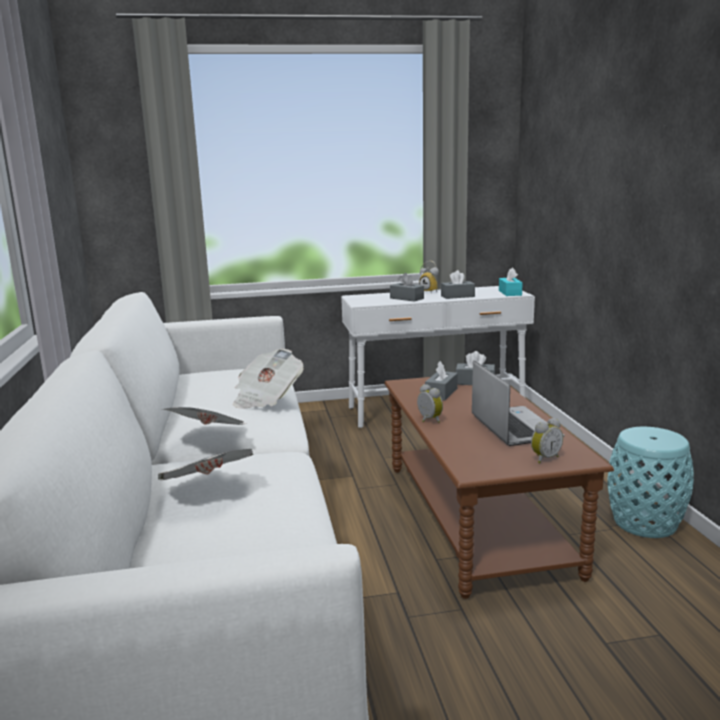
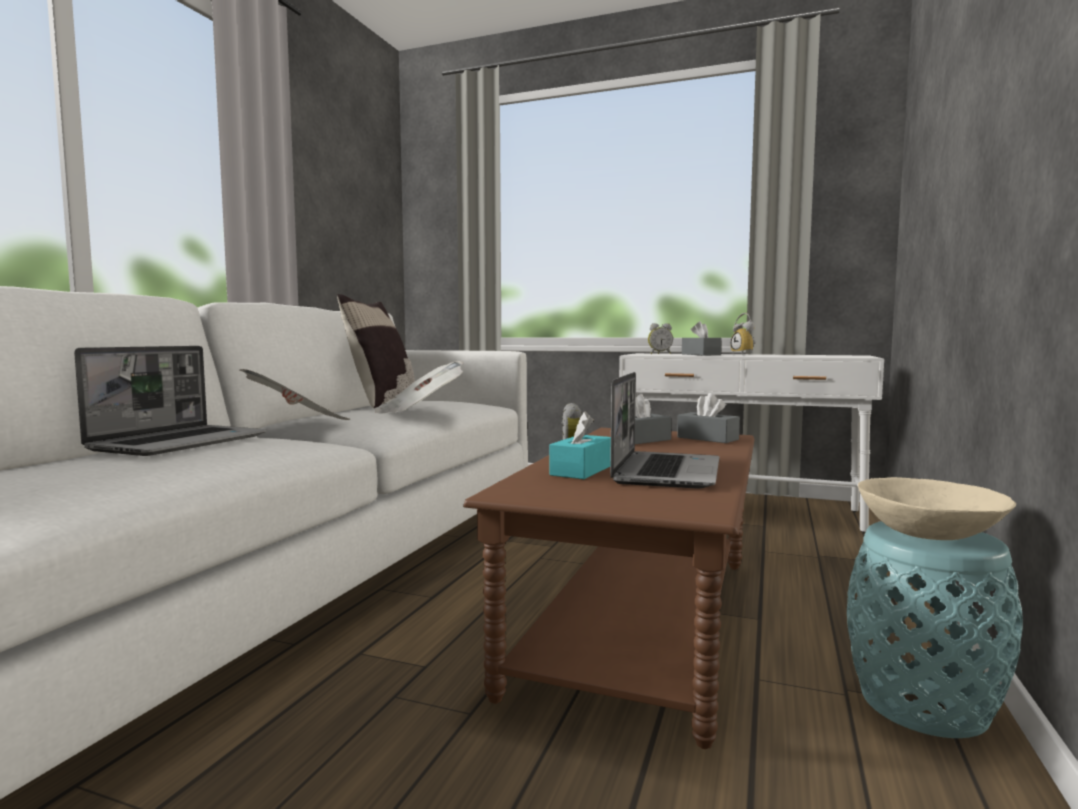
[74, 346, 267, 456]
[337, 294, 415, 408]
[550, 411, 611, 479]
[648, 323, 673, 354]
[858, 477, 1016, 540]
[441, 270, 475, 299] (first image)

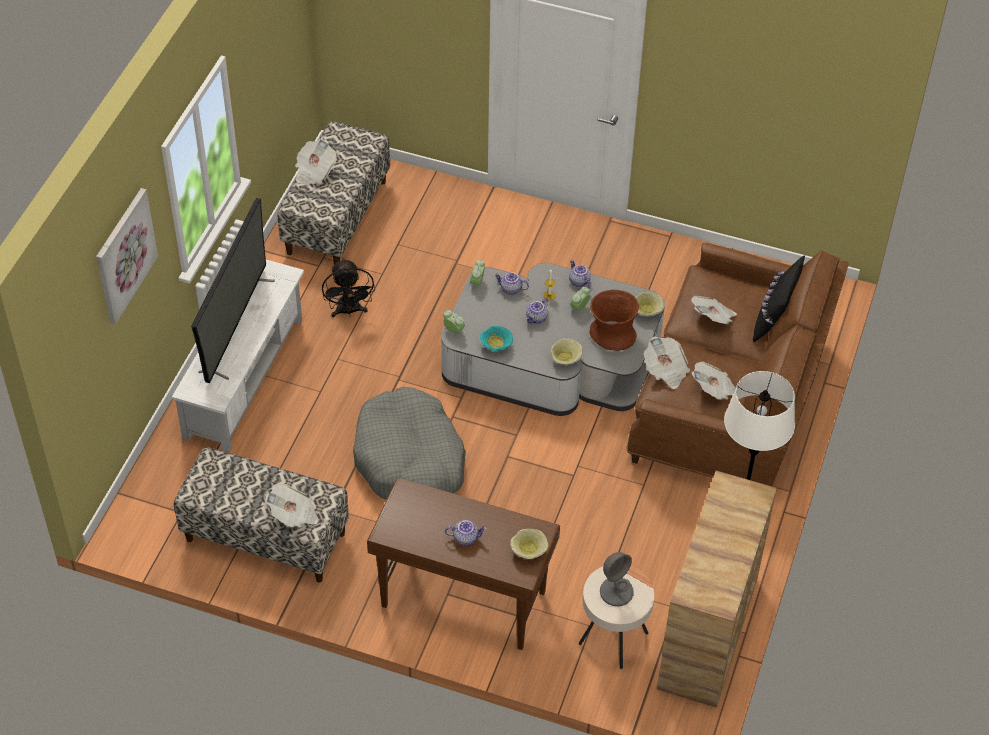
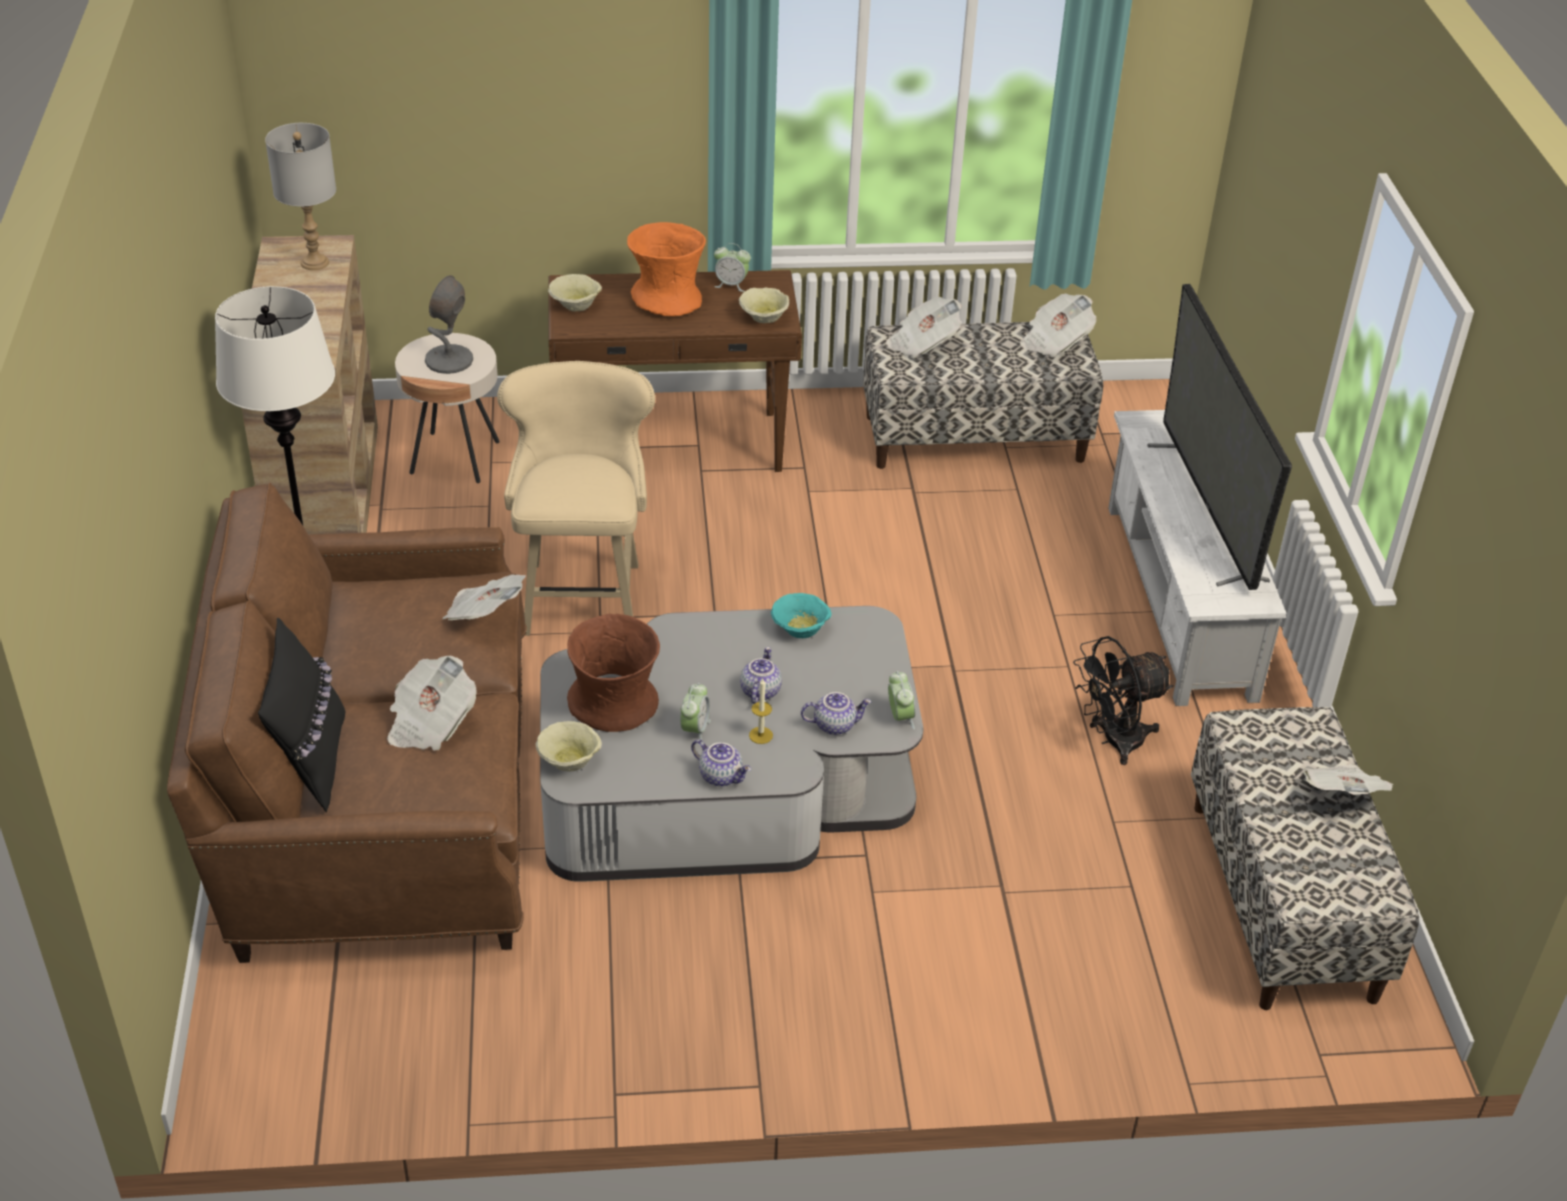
[265, 123, 336, 270]
[497, 361, 655, 636]
[627, 222, 706, 316]
[714, 243, 751, 292]
[739, 288, 789, 323]
[1020, 294, 1096, 357]
[1073, 636, 1173, 765]
[96, 188, 158, 324] (first image)
[353, 387, 466, 500] (first image)

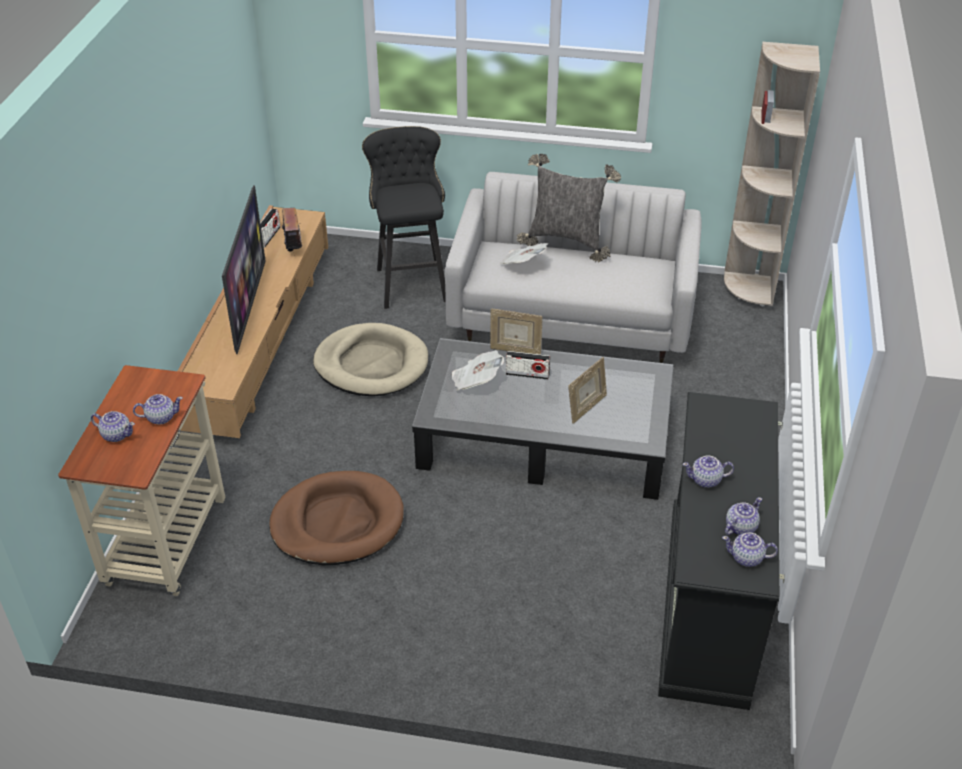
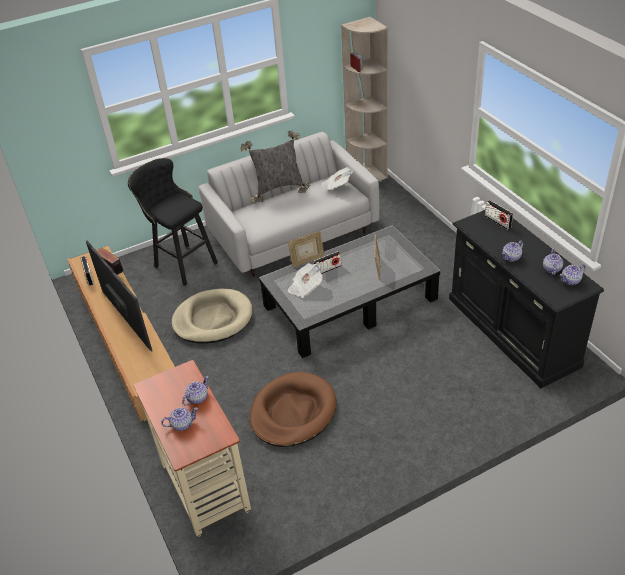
[322, 167, 353, 192]
[485, 200, 513, 230]

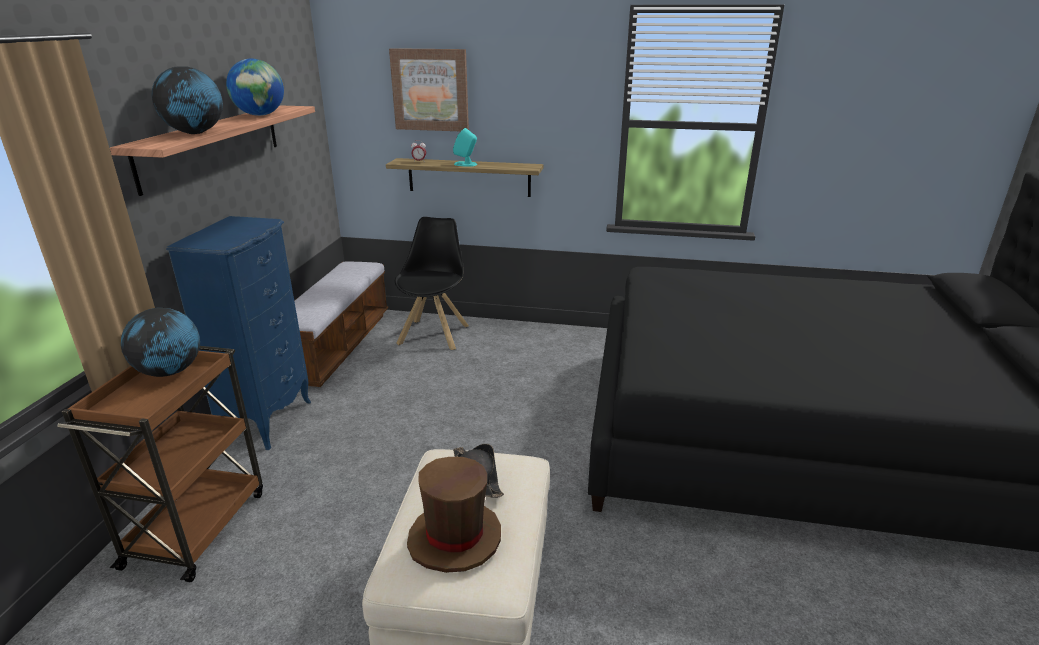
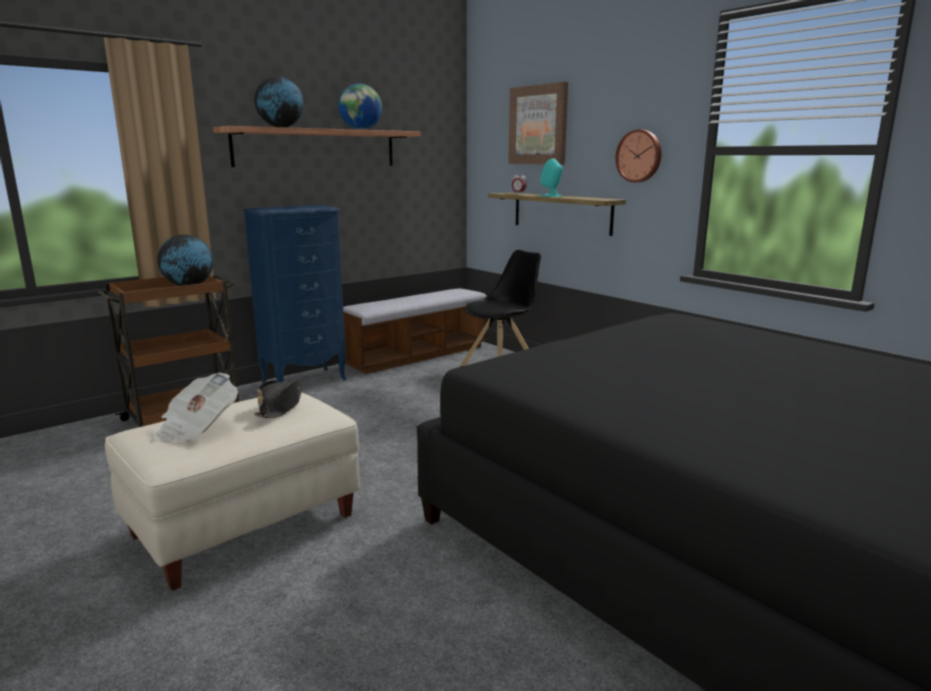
[153, 373, 238, 442]
[615, 129, 662, 182]

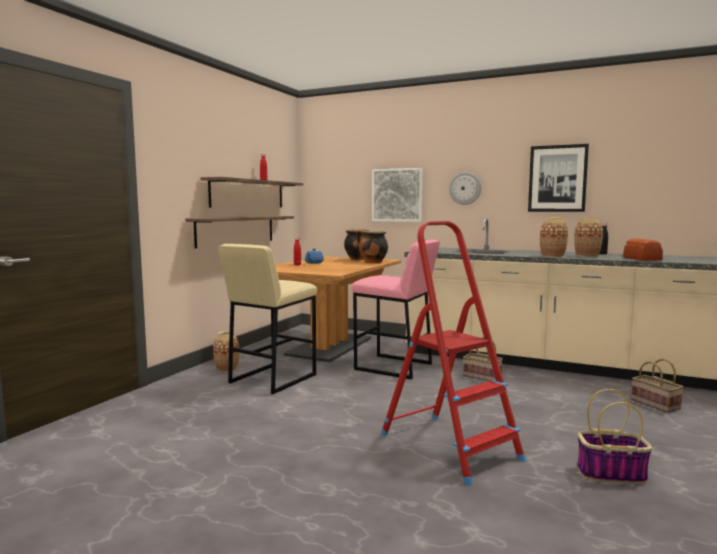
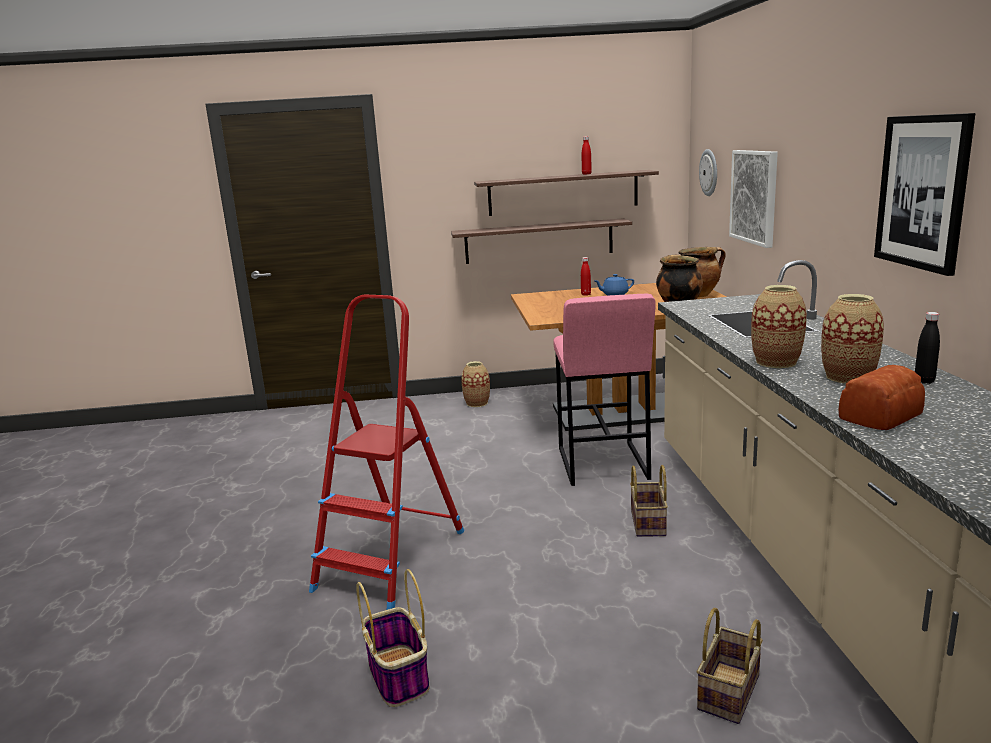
[699, 149, 717, 196]
[218, 244, 317, 394] (first image)

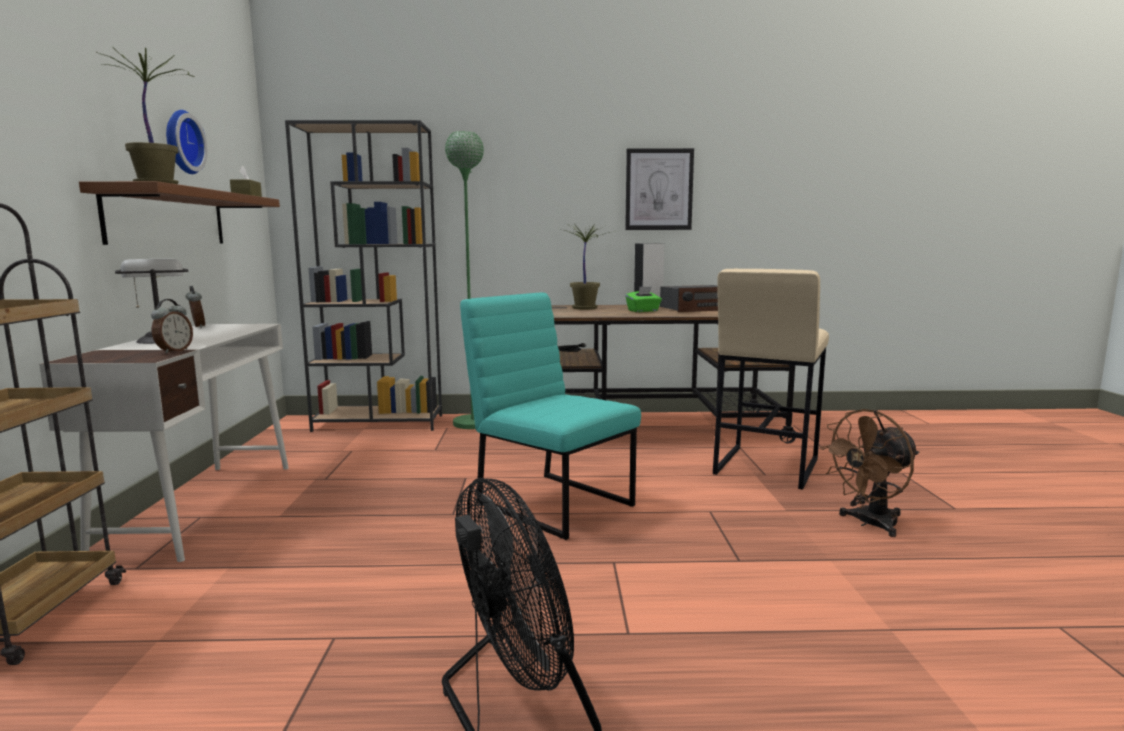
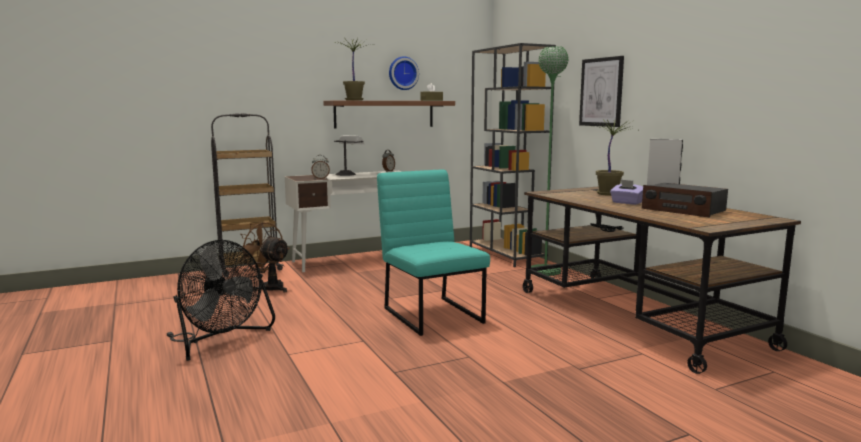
[240, 222, 290, 292]
[377, 170, 490, 336]
[579, 56, 624, 127]
[610, 179, 643, 205]
[713, 269, 829, 490] (first image)

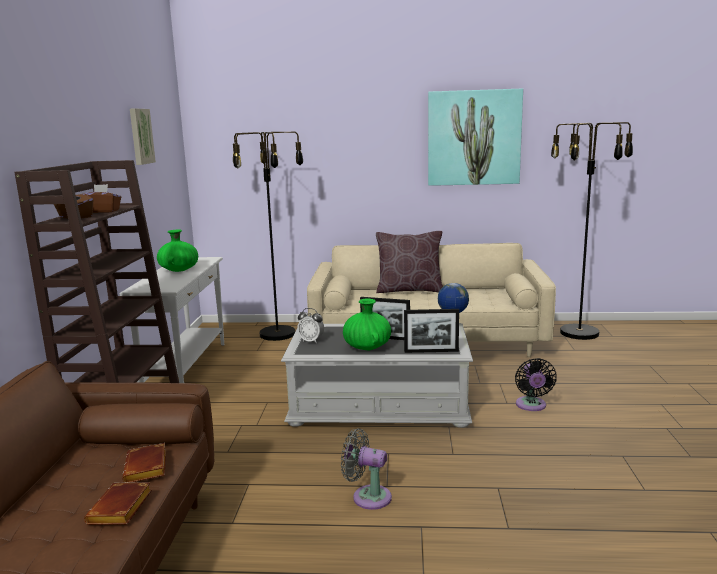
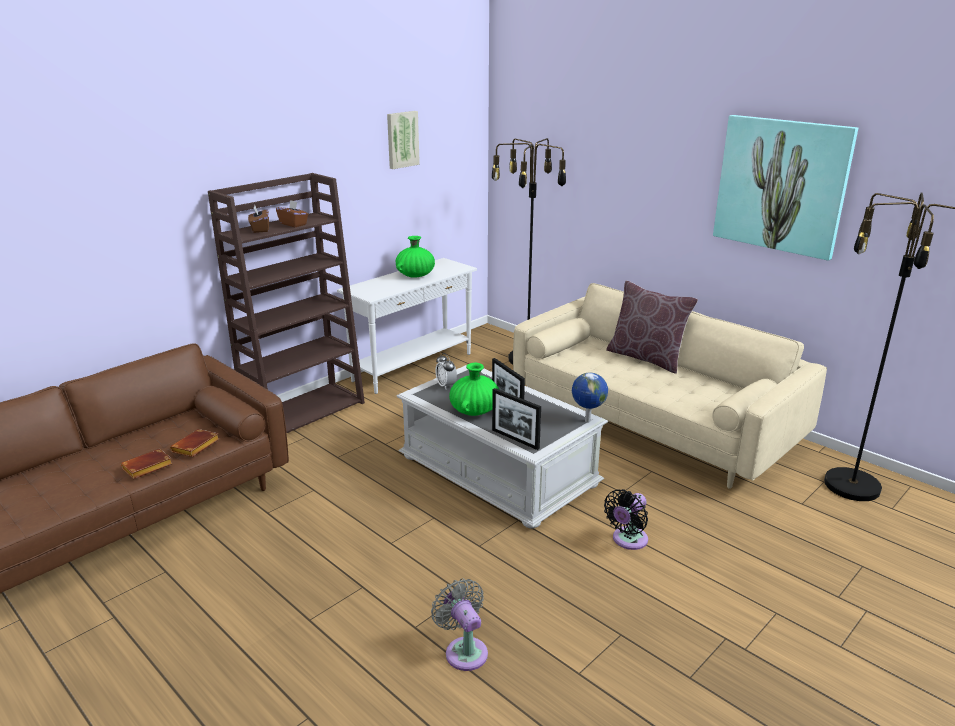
[431, 578, 488, 671]

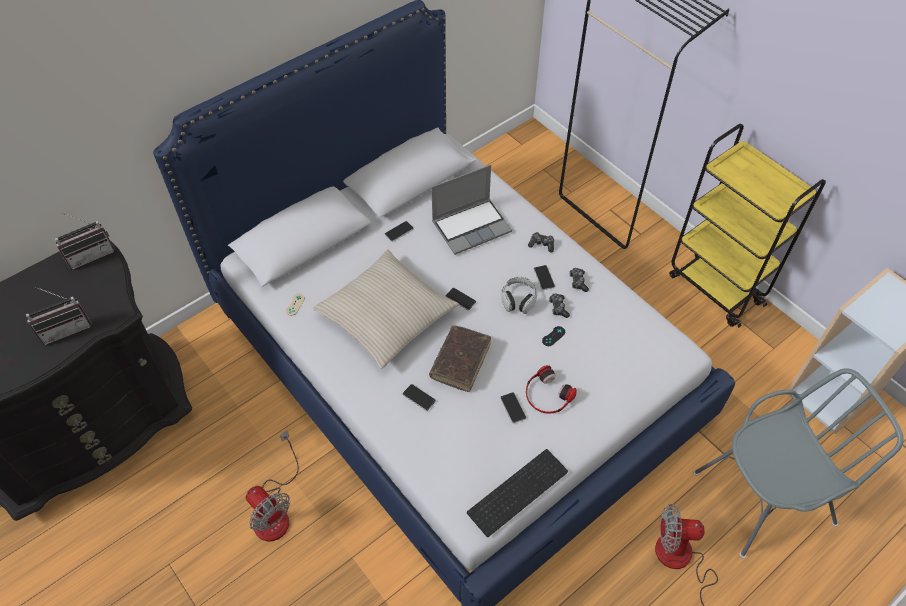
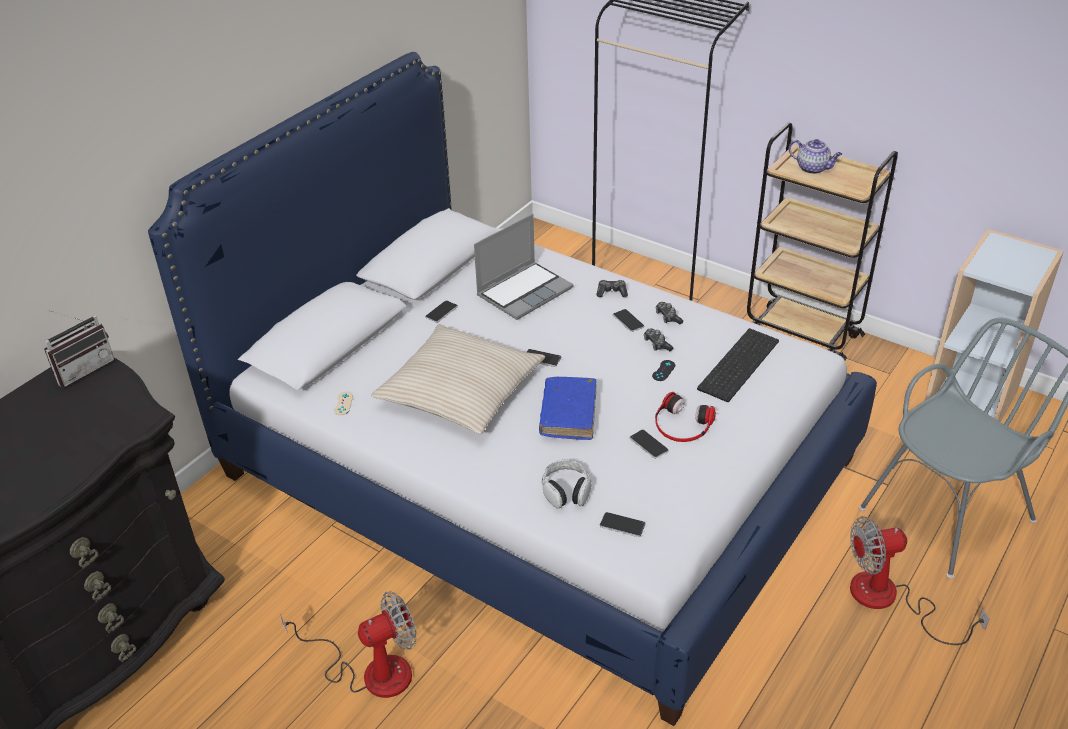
[280, 591, 417, 698]
[539, 377, 597, 440]
[541, 460, 591, 509]
[600, 512, 646, 537]
[697, 328, 779, 402]
[747, 123, 898, 361]
[789, 139, 842, 174]
[26, 287, 92, 345] (first image)

